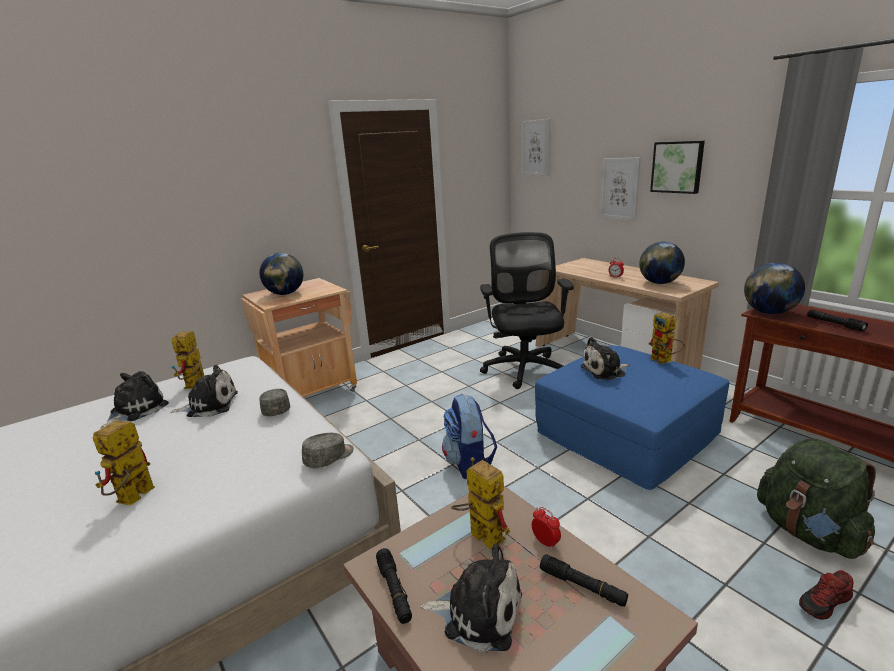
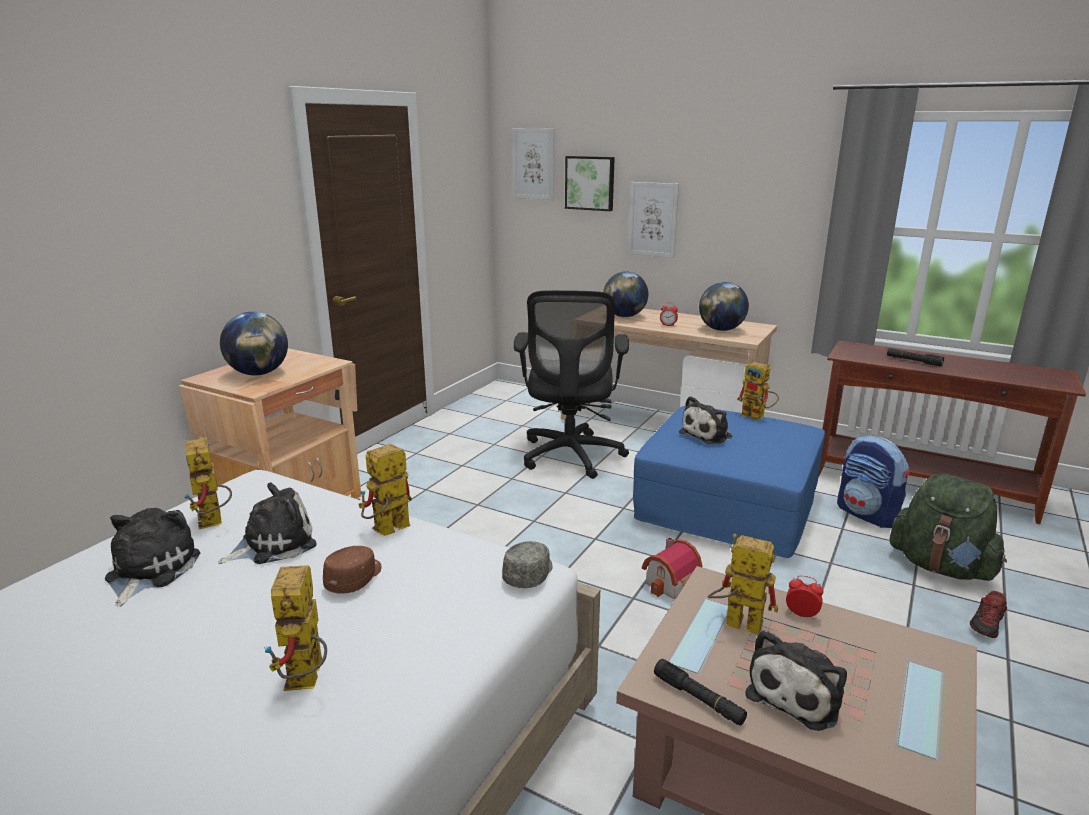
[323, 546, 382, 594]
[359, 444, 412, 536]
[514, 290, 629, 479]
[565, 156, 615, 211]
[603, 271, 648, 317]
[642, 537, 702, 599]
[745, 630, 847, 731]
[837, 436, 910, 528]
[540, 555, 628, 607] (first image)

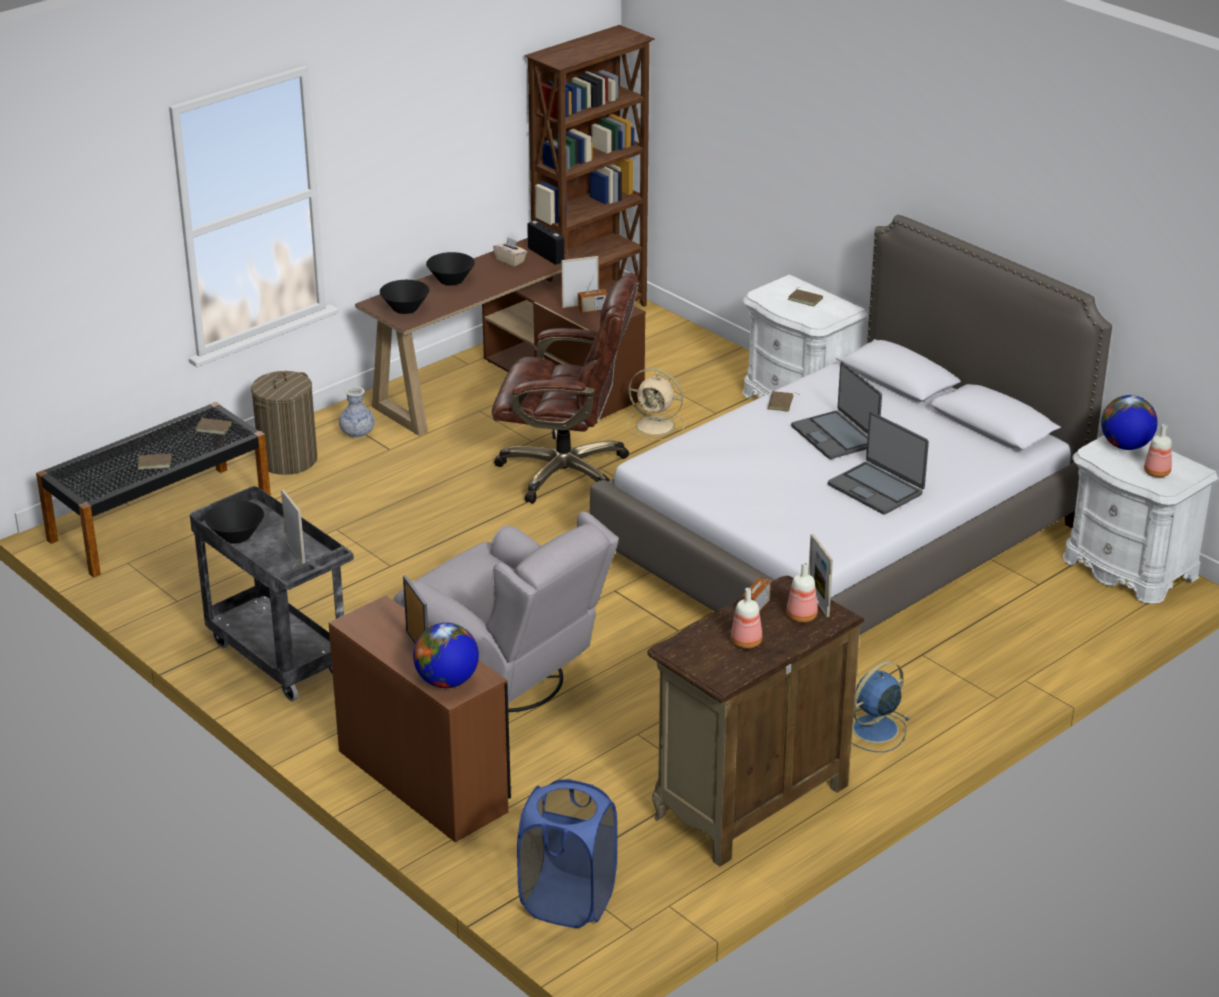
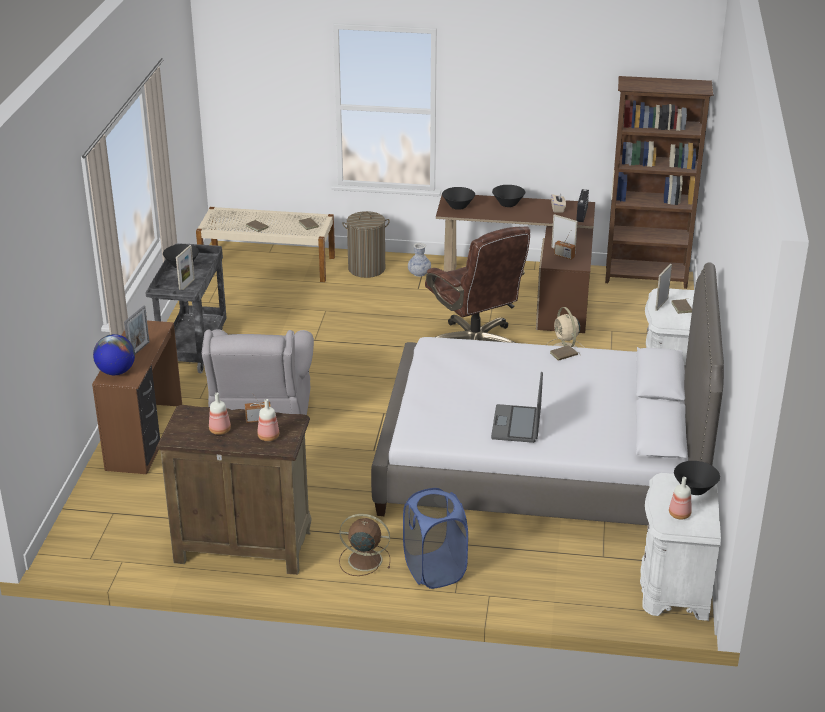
[196, 207, 335, 283]
[339, 514, 390, 576]
[403, 488, 468, 589]
[655, 264, 672, 311]
[674, 461, 720, 495]
[791, 362, 882, 459] (first image)

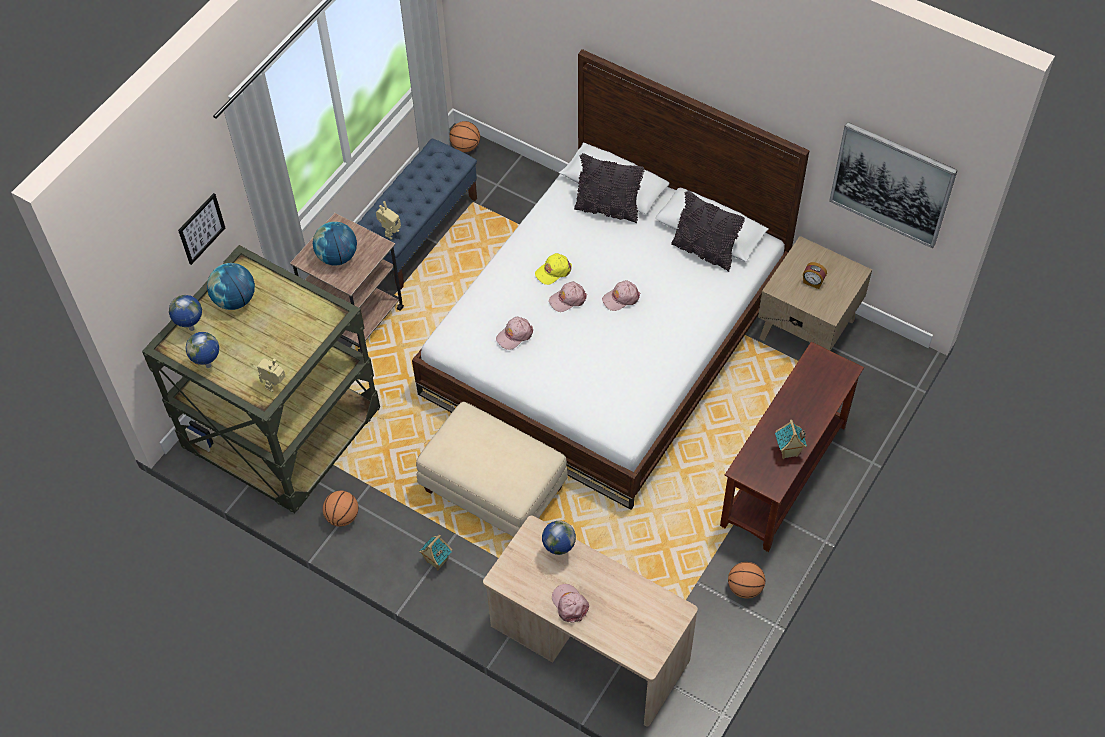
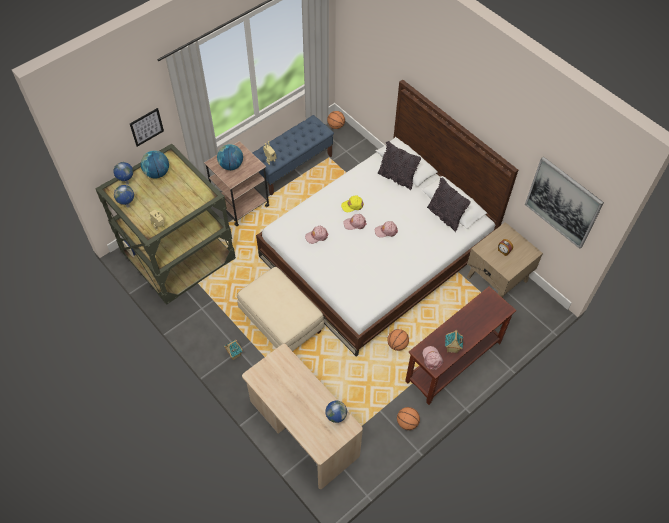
[325, 401, 347, 423]
[387, 329, 409, 351]
[423, 346, 443, 370]

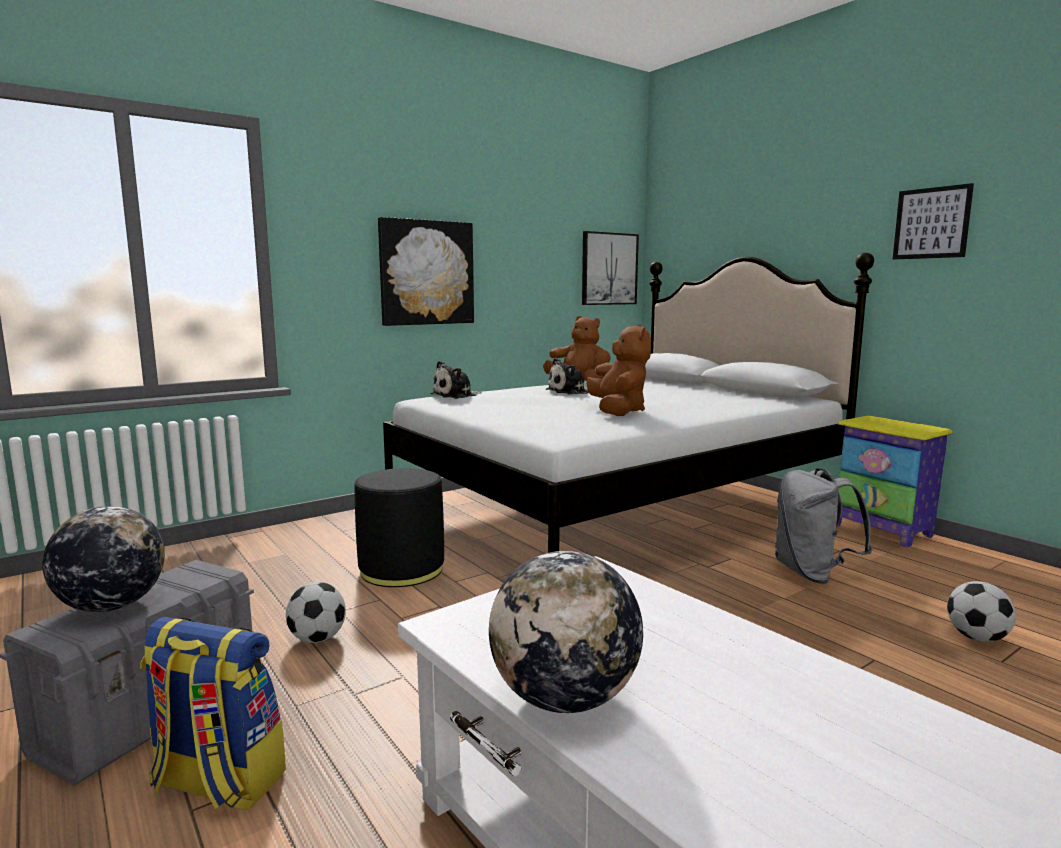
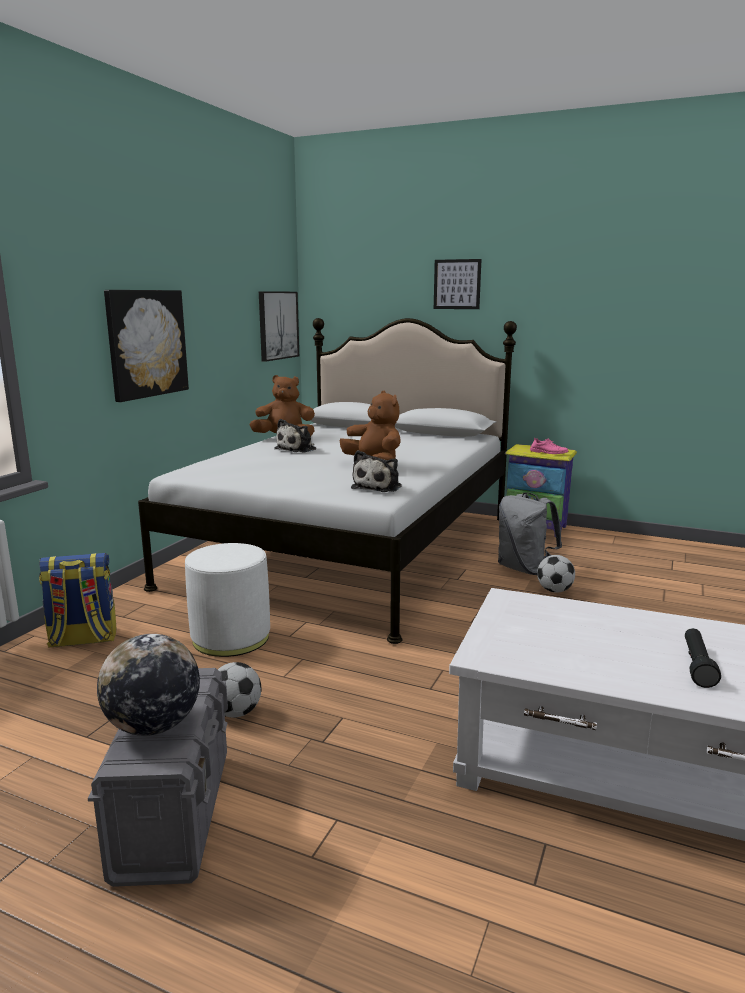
[39, 553, 116, 648]
[185, 543, 270, 657]
[351, 450, 402, 492]
[434, 259, 481, 309]
[530, 438, 568, 454]
[537, 555, 575, 593]
[685, 628, 721, 688]
[489, 551, 643, 713] (first image)

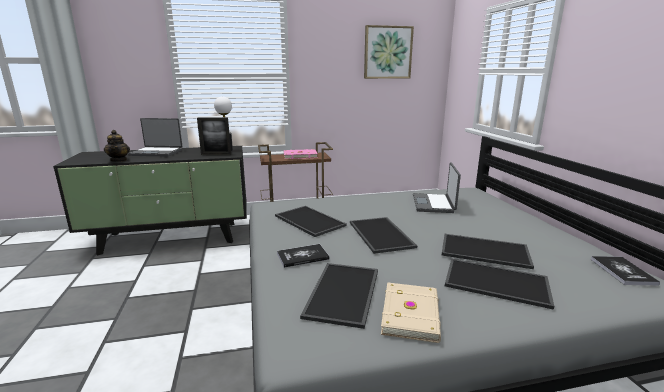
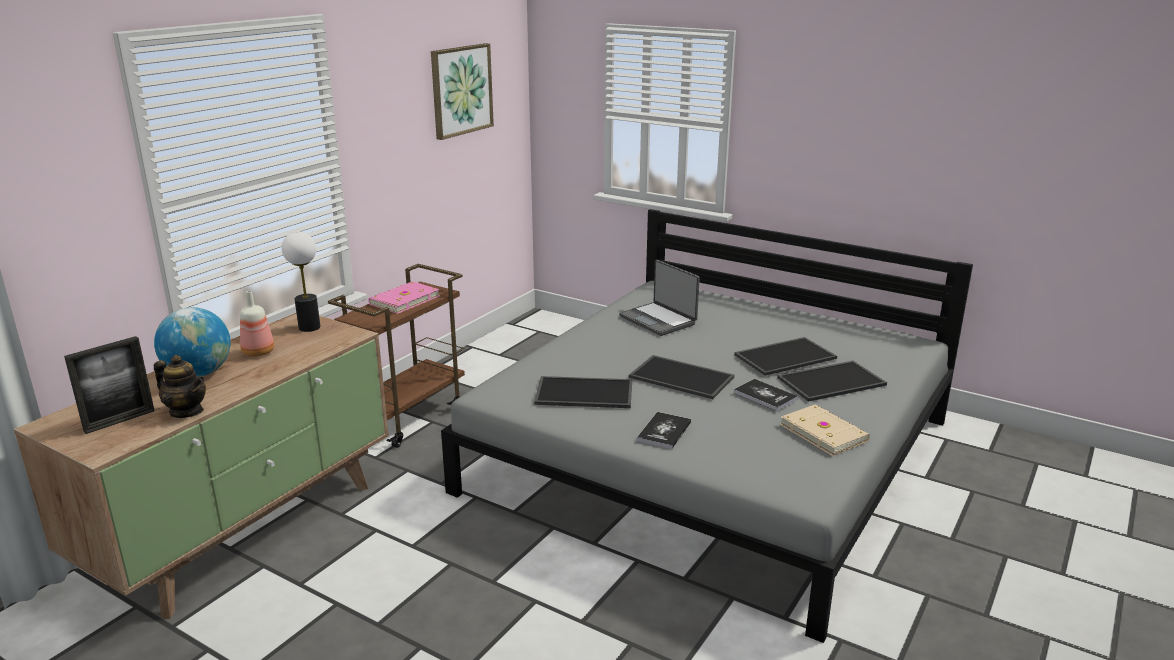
[14, 313, 389, 619]
[64, 336, 155, 434]
[154, 307, 230, 377]
[240, 291, 274, 357]
[734, 379, 798, 411]
[300, 263, 378, 329] (first image)

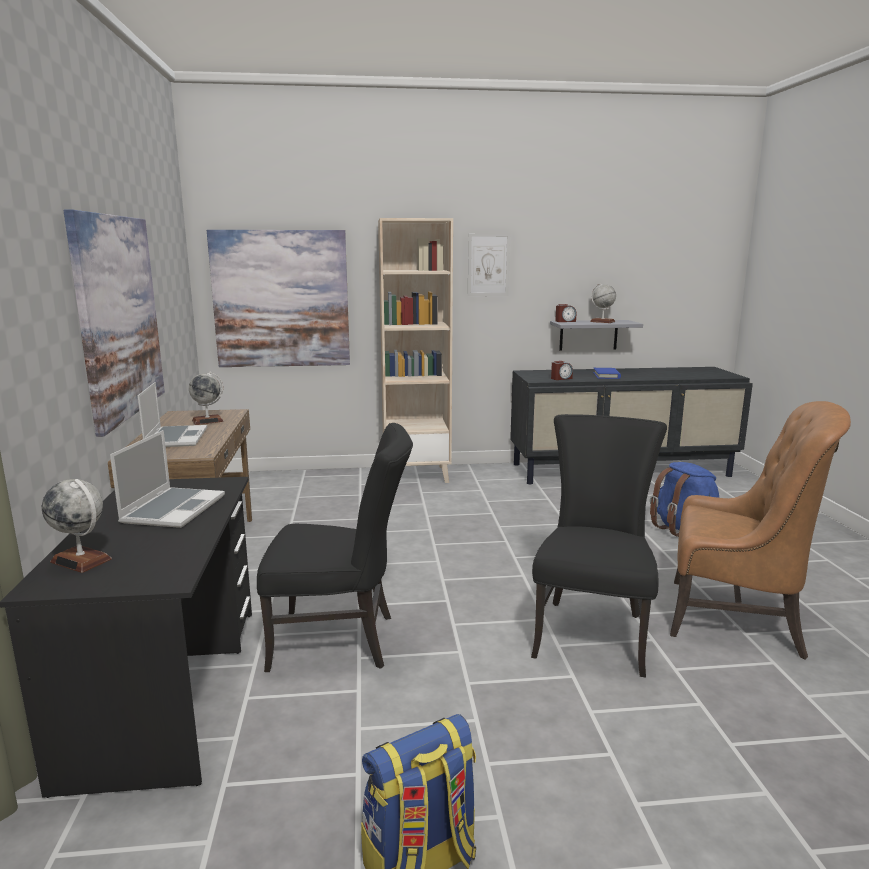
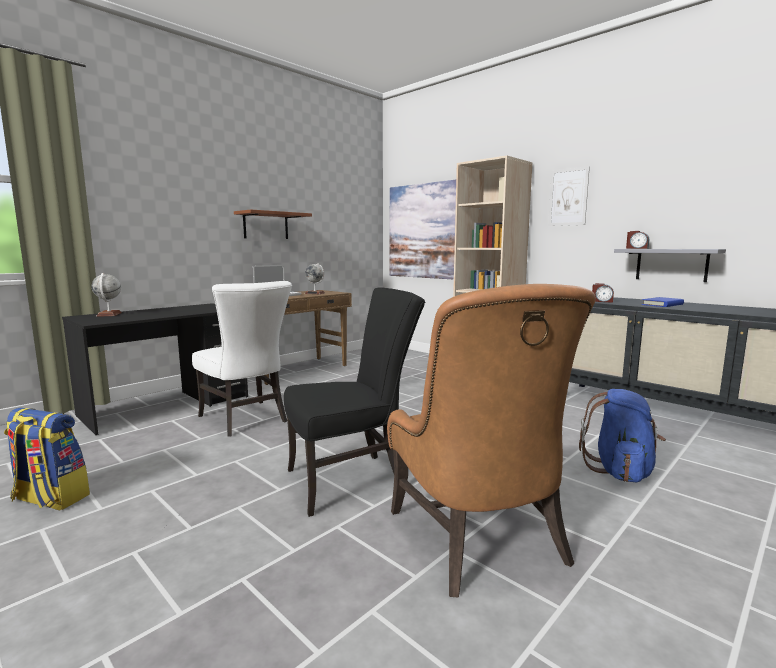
[192, 281, 292, 437]
[234, 209, 312, 239]
[110, 430, 225, 528] (first image)
[590, 283, 616, 323] (first image)

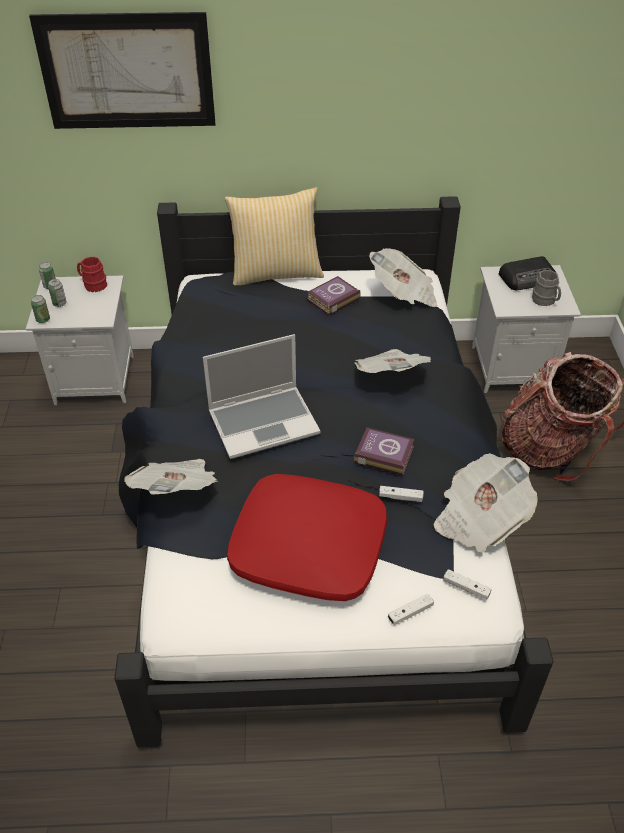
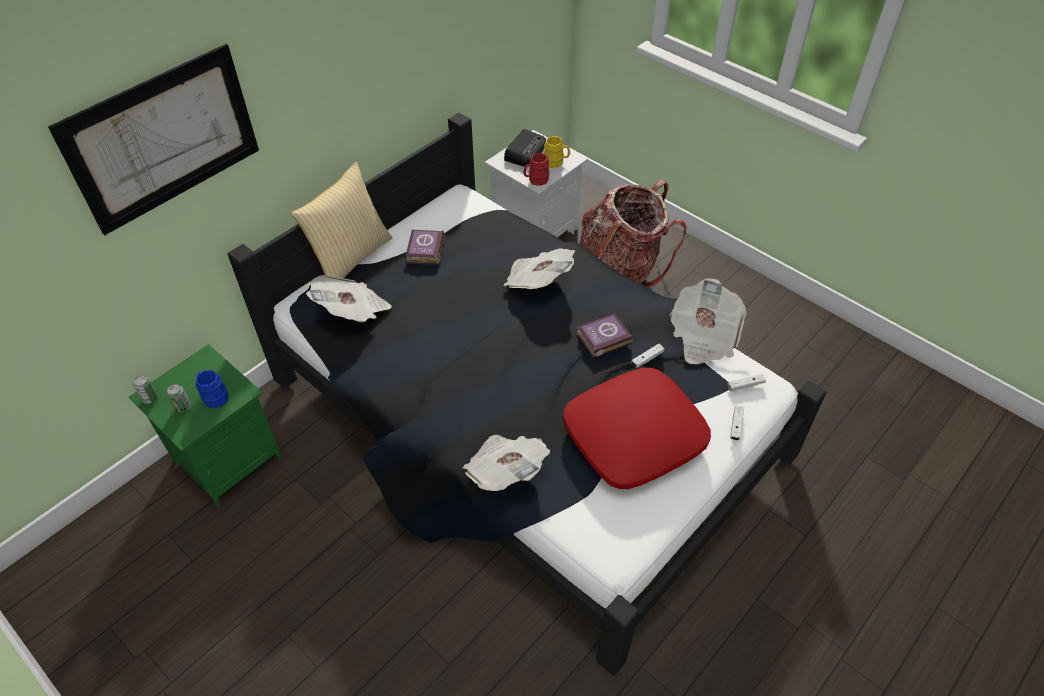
[129, 344, 282, 507]
[196, 370, 229, 408]
[306, 275, 392, 322]
[523, 153, 550, 186]
[543, 136, 570, 168]
[31, 295, 50, 323] (first image)
[203, 334, 321, 459] (first image)

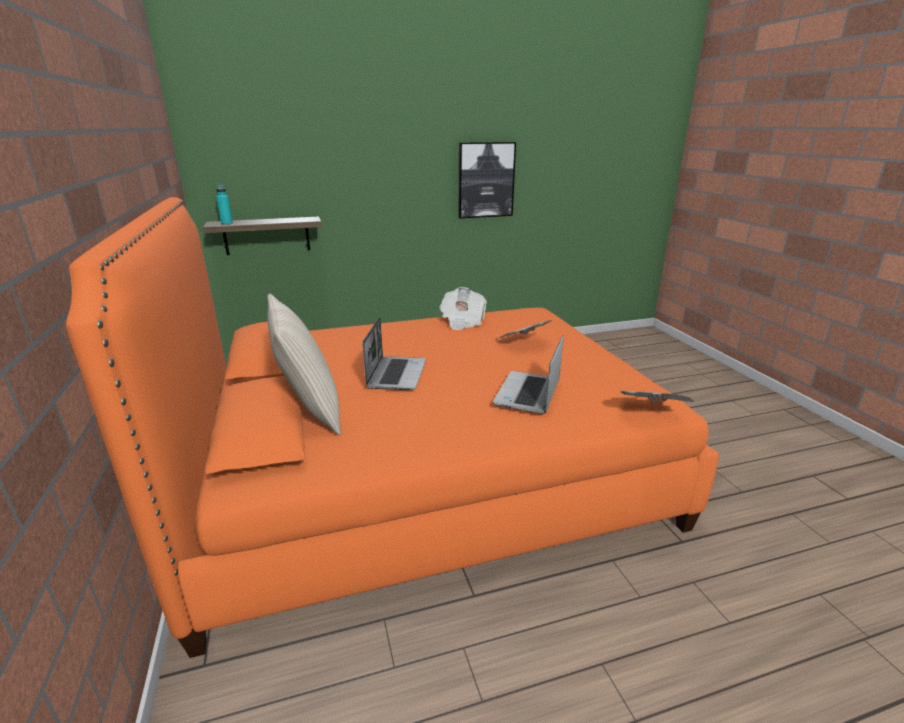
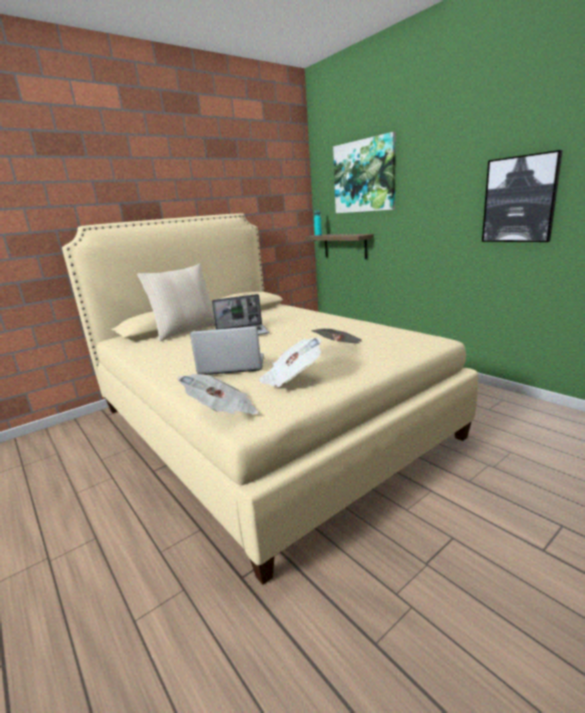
[62, 213, 478, 585]
[259, 337, 322, 388]
[333, 132, 396, 213]

